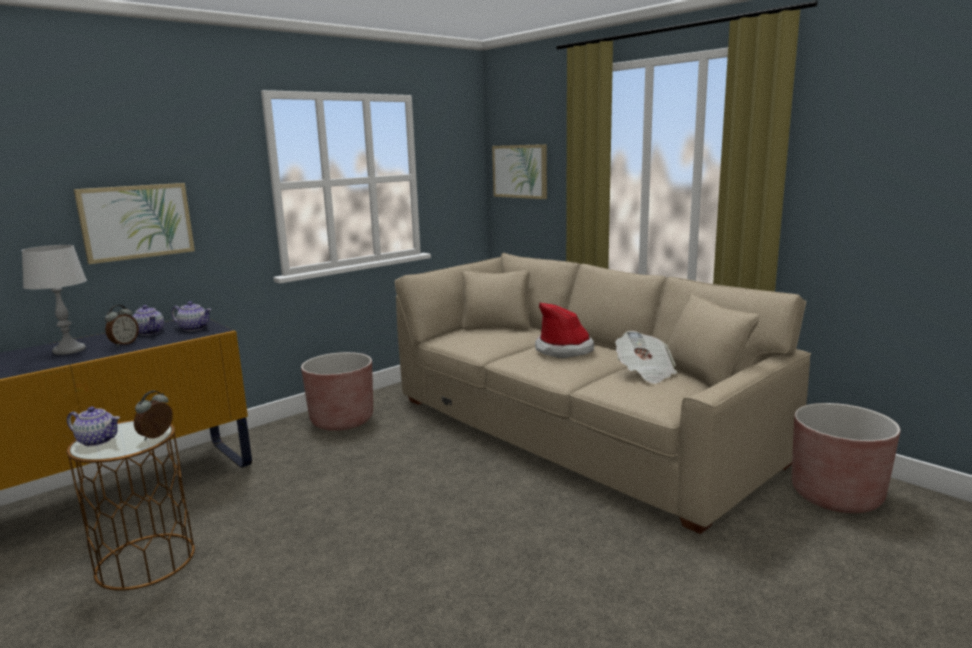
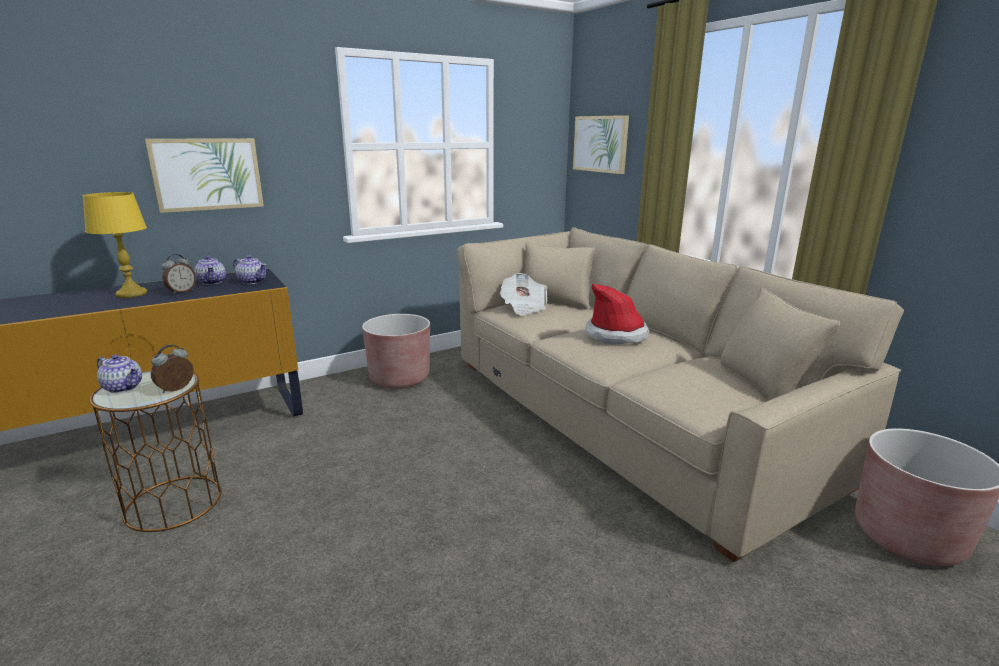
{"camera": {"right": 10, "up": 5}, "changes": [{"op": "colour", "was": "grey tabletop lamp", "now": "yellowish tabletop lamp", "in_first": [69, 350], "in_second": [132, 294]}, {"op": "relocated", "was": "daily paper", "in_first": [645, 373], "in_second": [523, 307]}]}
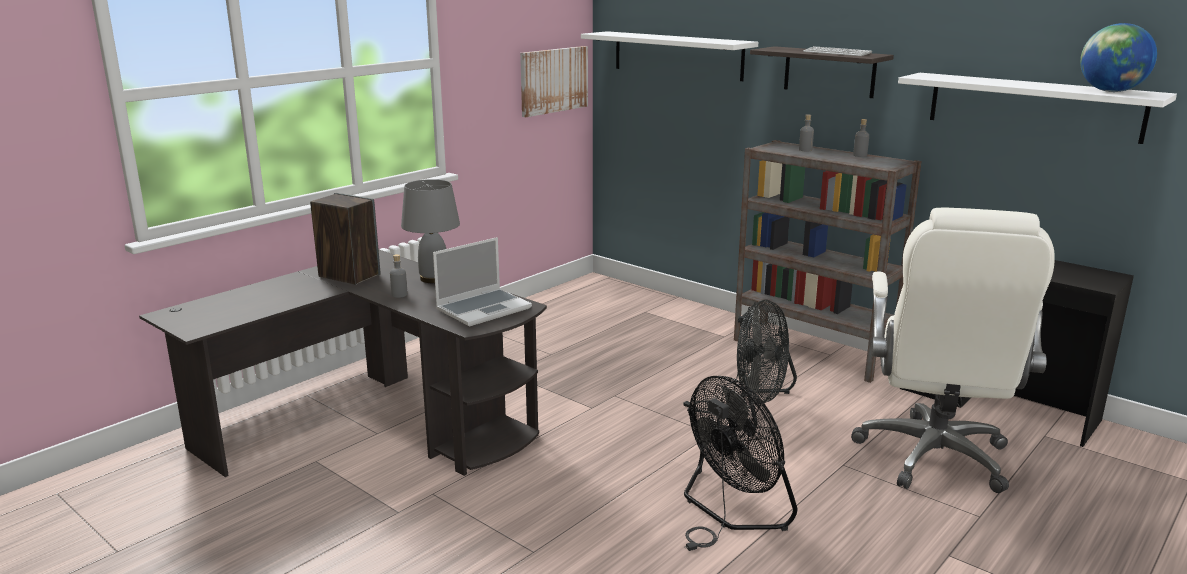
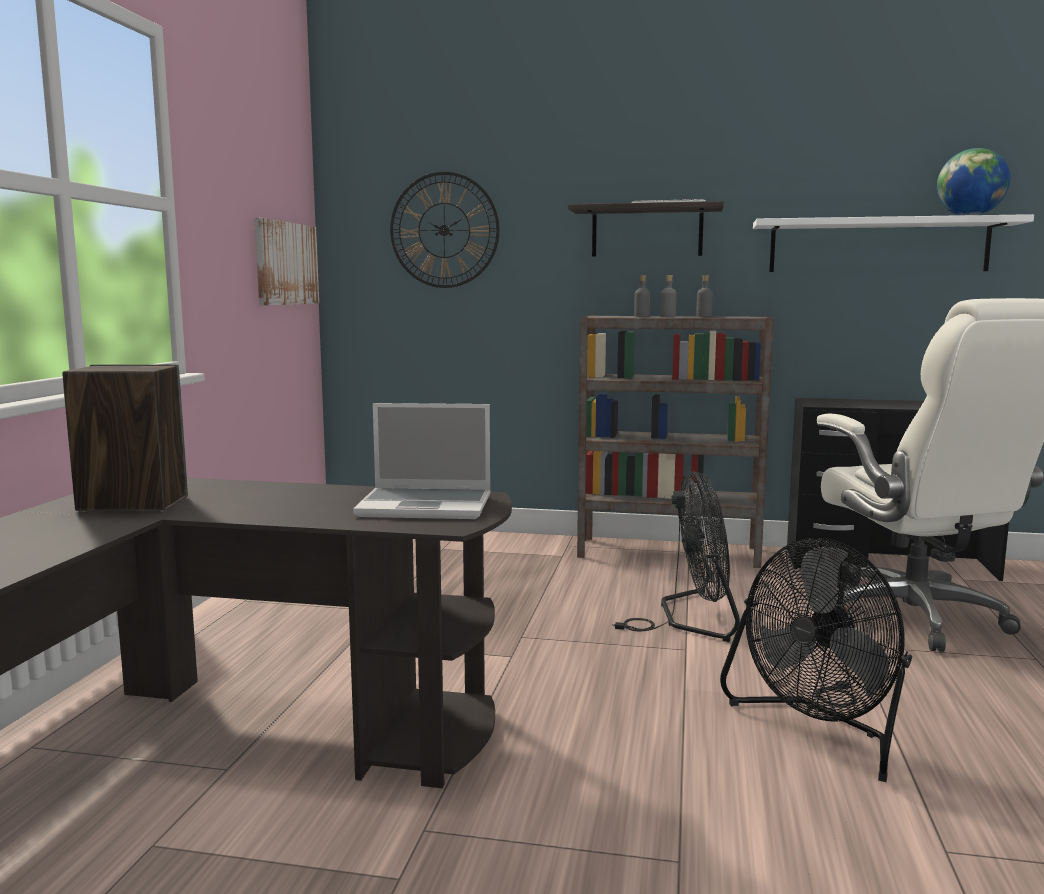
{"camera": {"right": -30, "up": -10}, "changes": [{"op": "spun", "was": "portable computer", "in_first": [484, 308], "in_second": [427, 506], "clockwise": 75}, {"op": "exchanged", "was": "white bracket shelf", "now": "clock on the wall", "in_first": [677, 55], "in_second": [444, 230]}, {"op": "relocated", "was": "grey drink bottle", "in_first": [399, 294], "in_second": [668, 316]}, {"op": "spun", "was": "black electric fan", "in_first": [723, 510], "in_second": [819, 726], "clockwise": -150}, {"op": "missing", "was": "grey tabletop lamp", "in_first": [433, 278]}]}
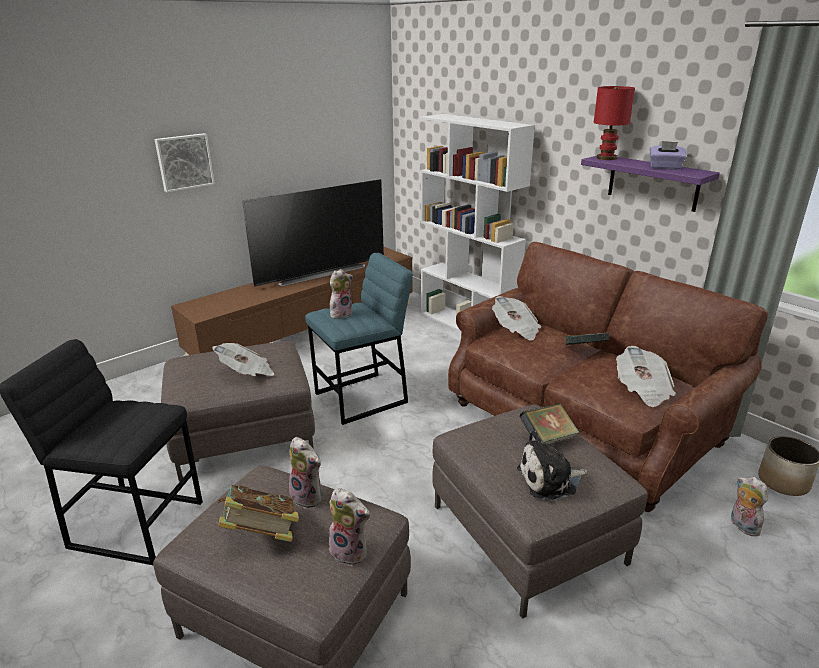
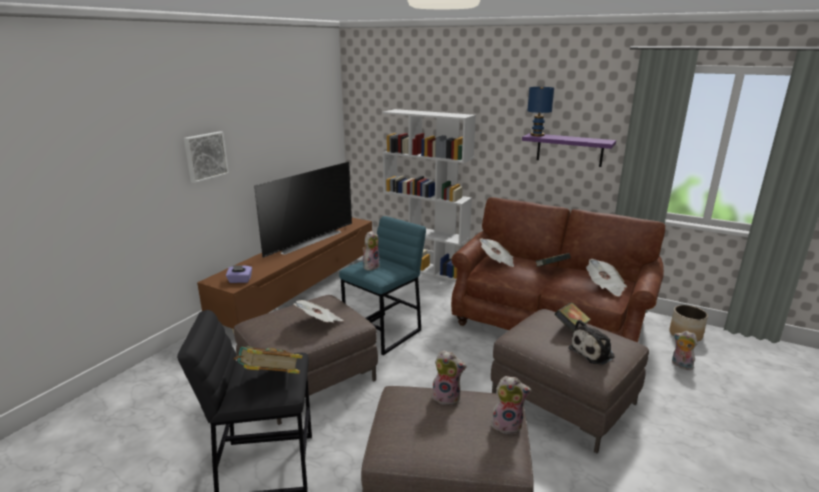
{"camera": {"right": -20, "up": -5}, "changes": [{"op": "relocated", "was": "purplish tissue box", "in_first": [665, 167], "in_second": [240, 280]}, {"op": "relocated", "was": "book", "in_first": [261, 535], "in_second": [270, 379]}, {"op": "colour", "was": "red tabletop lamp", "now": "bluish tabletop lamp", "in_first": [606, 158], "in_second": [537, 135]}]}
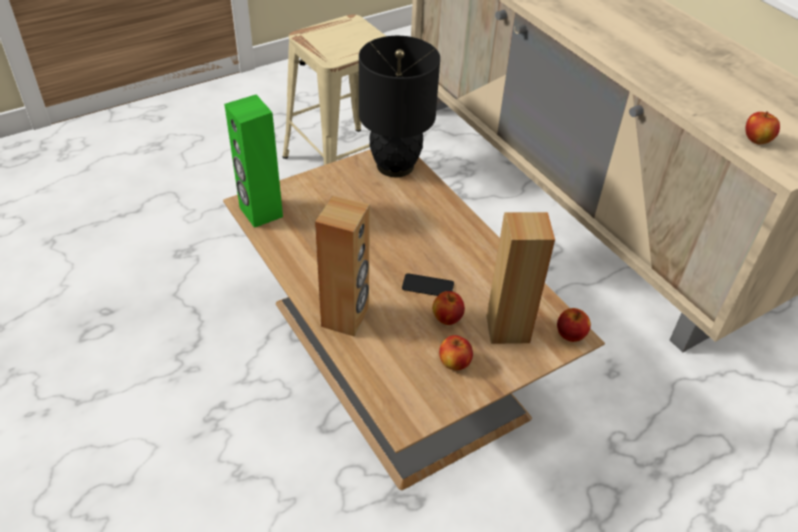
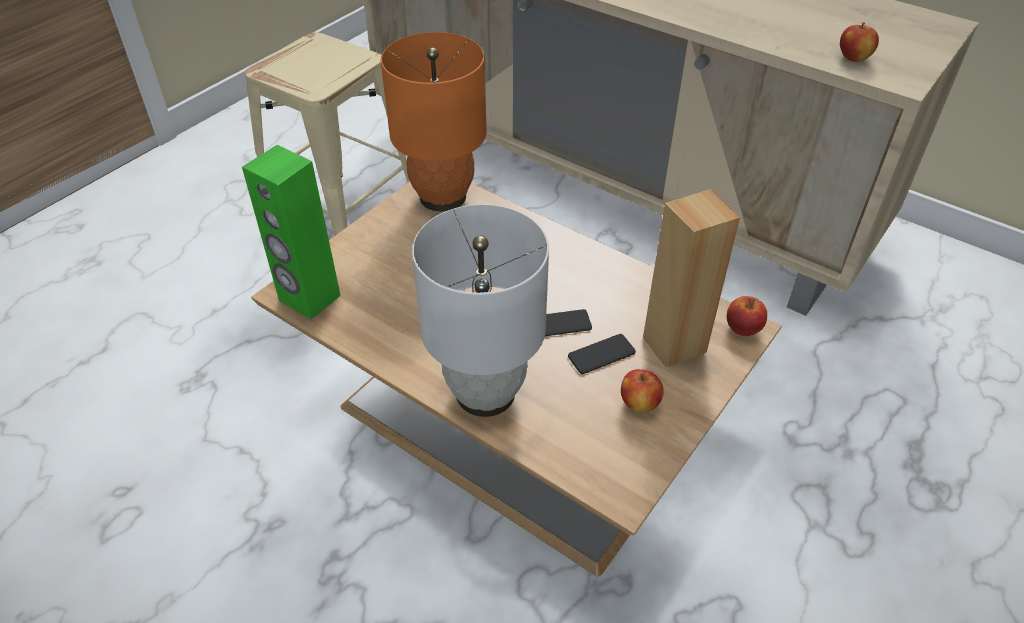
{"camera": {"right": -20, "up": 0}, "changes": [{"op": "colour", "was": "black tabletop lamp", "now": "orangey tabletop lamp", "in_first": [395, 165], "in_second": [442, 197]}, {"op": "exchanged", "was": "brown loudspeaker", "now": "white tabletop lamp", "in_first": [346, 317], "in_second": [485, 393]}, {"op": "exchanged", "was": "apple fruit", "now": "handset", "in_first": [447, 318], "in_second": [601, 354]}]}
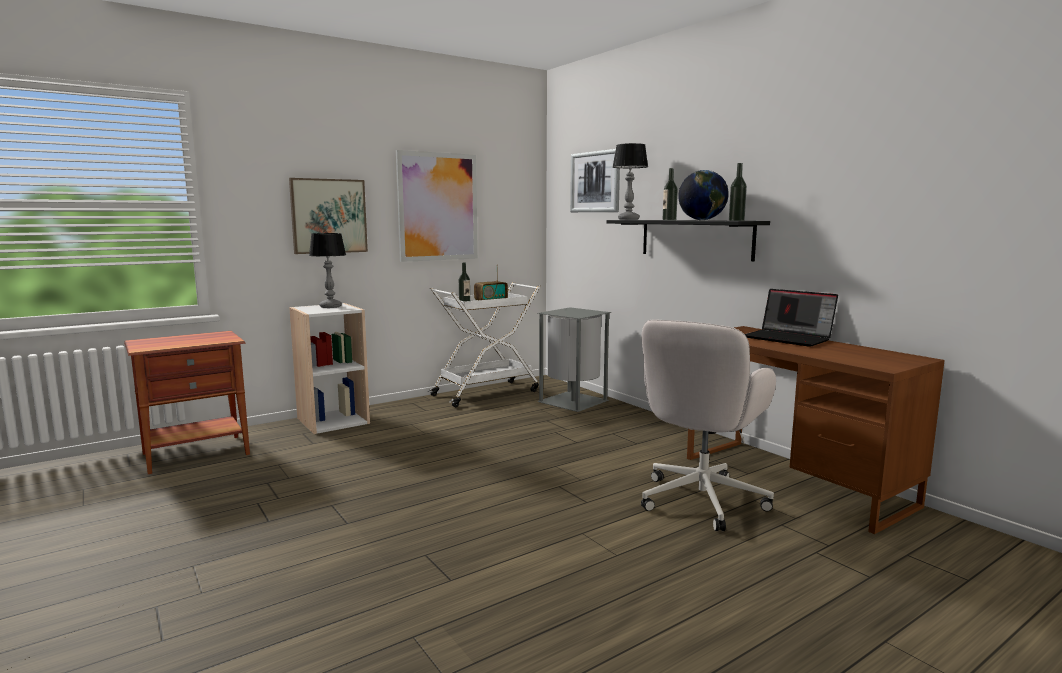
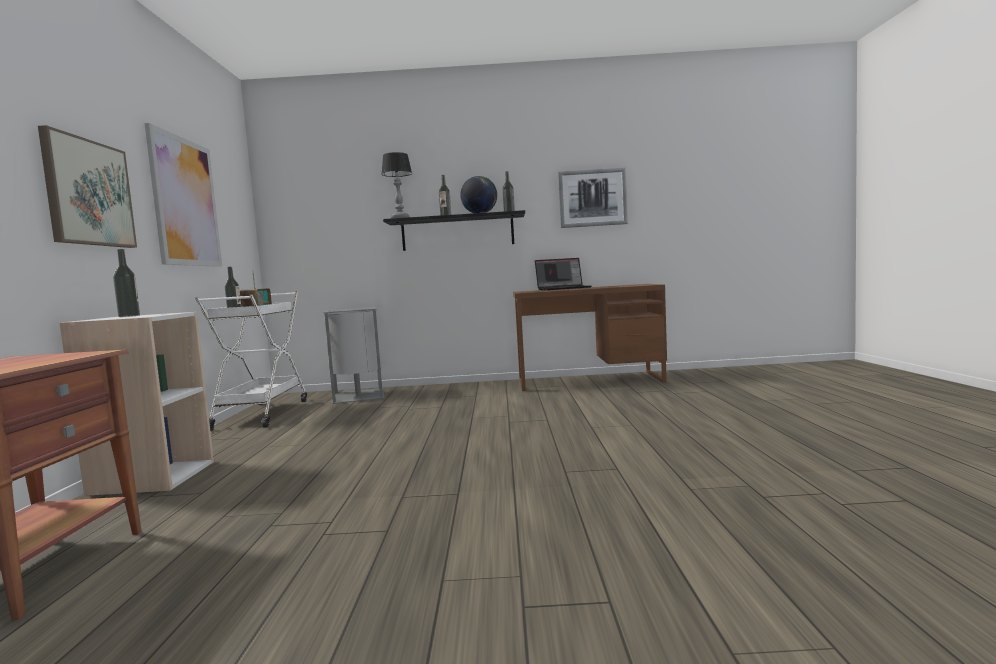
{"camera": {"right": -55, "up": -5}, "changes": [{"op": "exchanged", "was": "tabletop lamp", "now": "drink bottle", "in_first": [330, 306], "in_second": [129, 316]}, {"op": "relocated", "was": "picture", "in_first": [595, 182], "in_second": [592, 198]}, {"op": "missing", "was": "white office chair", "in_first": [701, 500]}]}
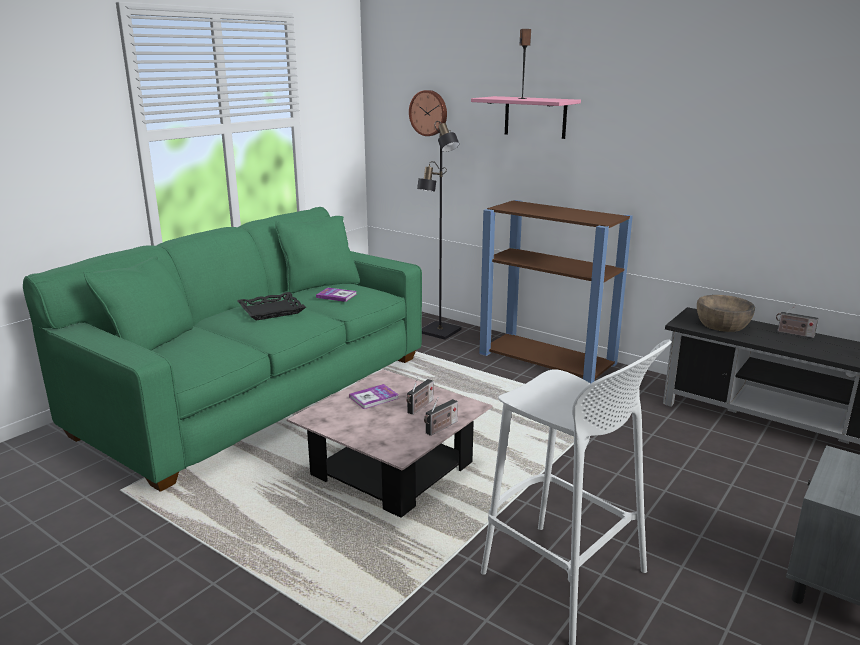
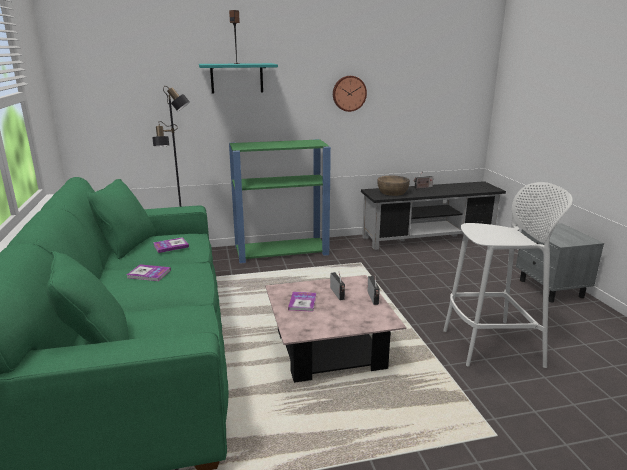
{"camera": {"right": -50, "up": 0}, "changes": [{"op": "exchanged", "was": "black serving tray", "now": "book", "in_first": [271, 311], "in_second": [149, 274]}, {"op": "colour", "was": "pink-coloured bracket shelf", "now": "turquoise bracket shelf", "in_first": [535, 117], "in_second": [237, 78]}, {"op": "colour", "was": "brown shelving unit", "now": "greenish shelving unit", "in_first": [547, 359], "in_second": [282, 250]}, {"op": "relocated", "was": "clock on the wall", "in_first": [429, 113], "in_second": [349, 93]}]}
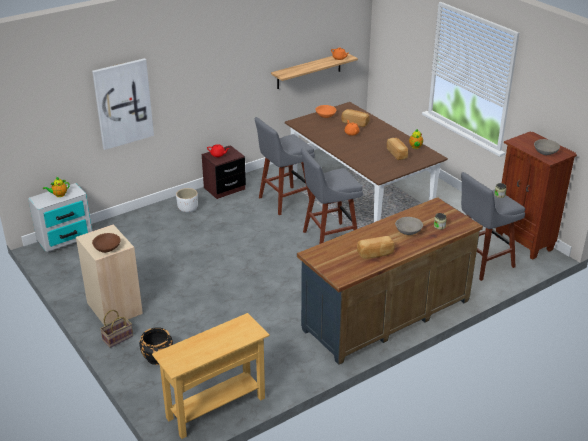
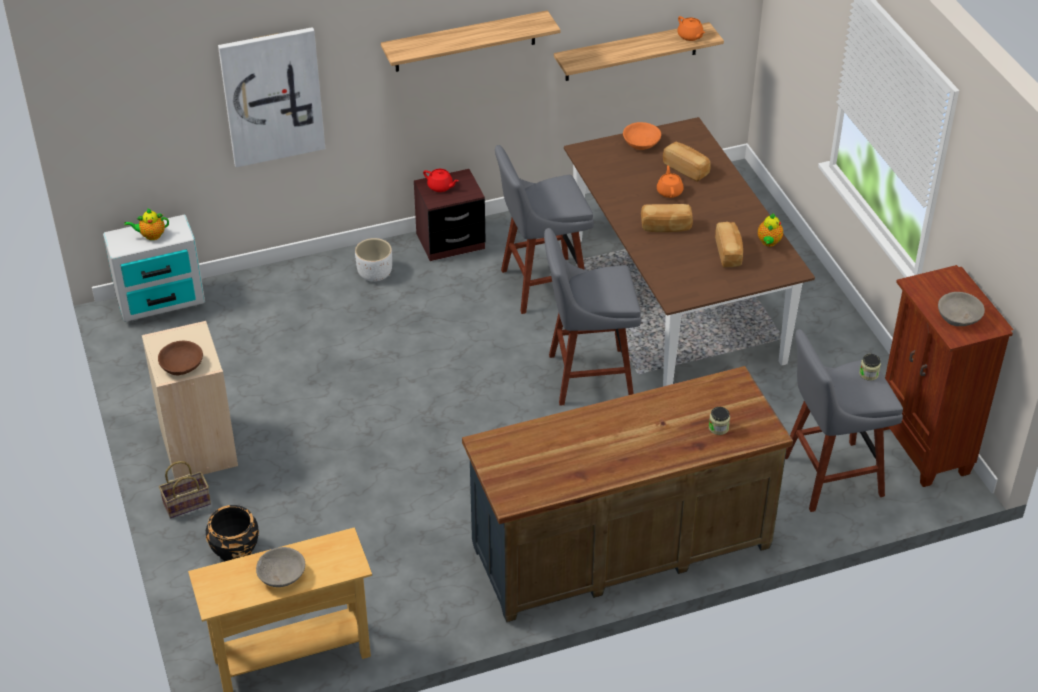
{"camera": {"right": 15, "up": 10}, "changes": [{"op": "relocated", "was": "grey deep dish", "in_first": [408, 230], "in_second": [281, 575]}, {"op": "appeared", "now": "bracket shelf", "in_second": [465, 41]}, {"op": "relocated", "was": "baked bread", "in_first": [375, 254], "in_second": [666, 227]}]}
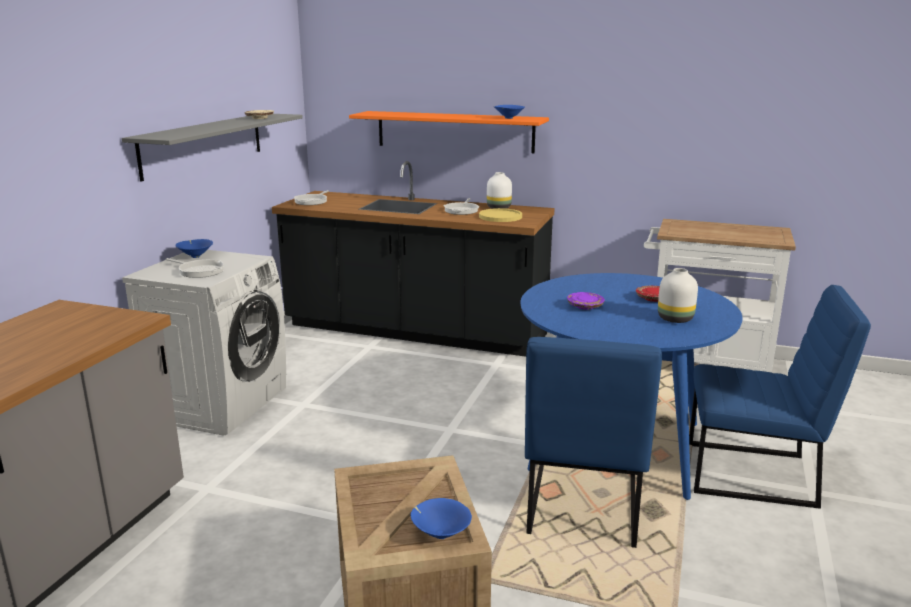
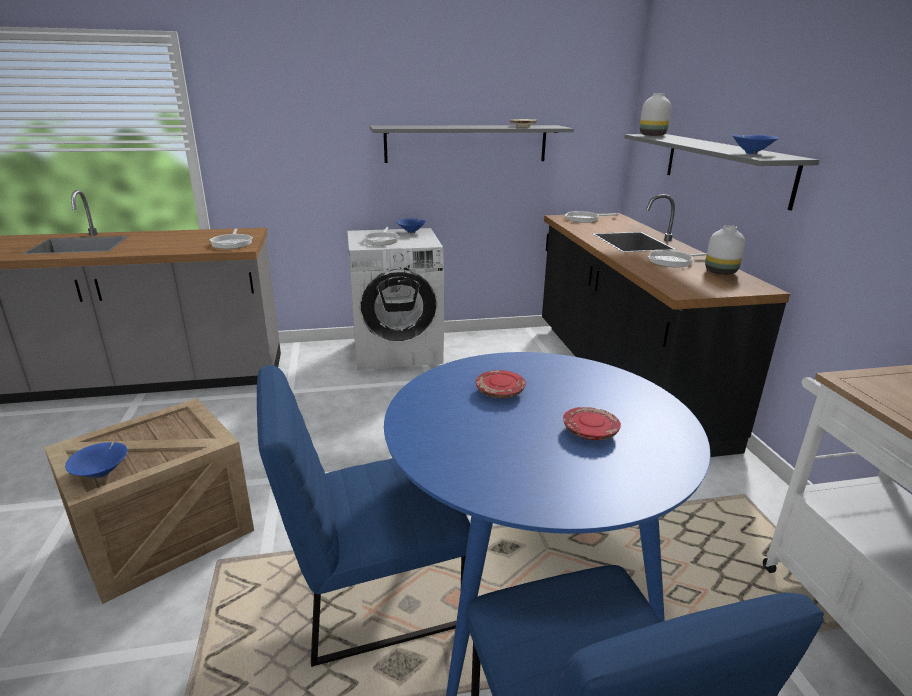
{"camera": {"right": 60, "up": 5}, "changes": [{"op": "appeared", "now": "pan", "in_second": [232, 243]}, {"op": "colour", "was": "purplish dinner plate", "now": "red dinner plate", "in_first": [585, 306], "in_second": [500, 392]}, {"op": "colour", "was": "orangey bracket shelf", "now": "grey bracket shelf", "in_first": [454, 131], "in_second": [724, 167]}, {"op": "relocated", "was": "white decorative vase", "in_first": [676, 319], "in_second": [652, 135]}, {"op": "missing", "was": "yellowish dinner plate", "in_first": [500, 216]}]}
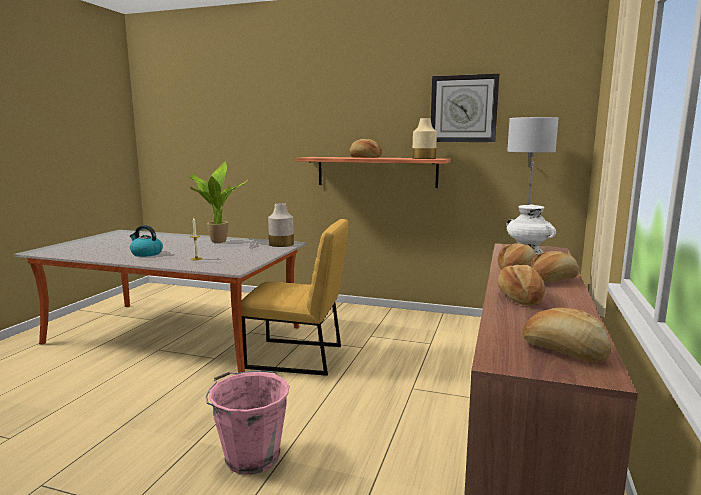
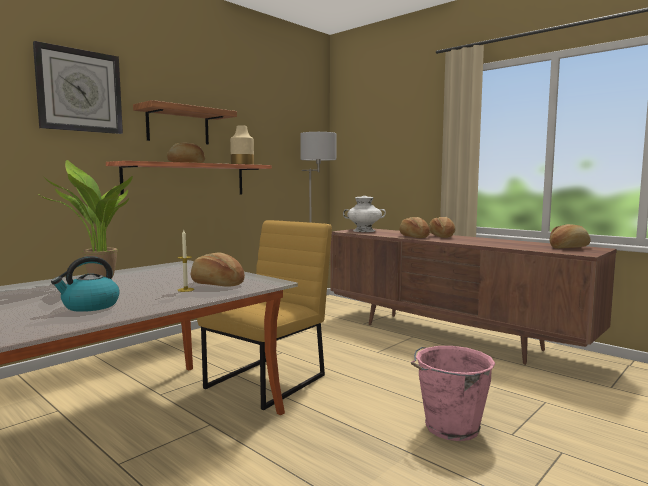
{"camera": {"right": -65, "up": -5}, "changes": [{"op": "relocated", "was": "clock on the wall", "in_first": [463, 109], "in_second": [79, 91]}, {"op": "appeared", "now": "bracket shelf", "in_second": [178, 126]}, {"op": "relocated", "was": "baked bread", "in_first": [520, 298], "in_second": [217, 284]}, {"op": "missing", "was": "beige decorative vase", "in_first": [281, 244]}]}
